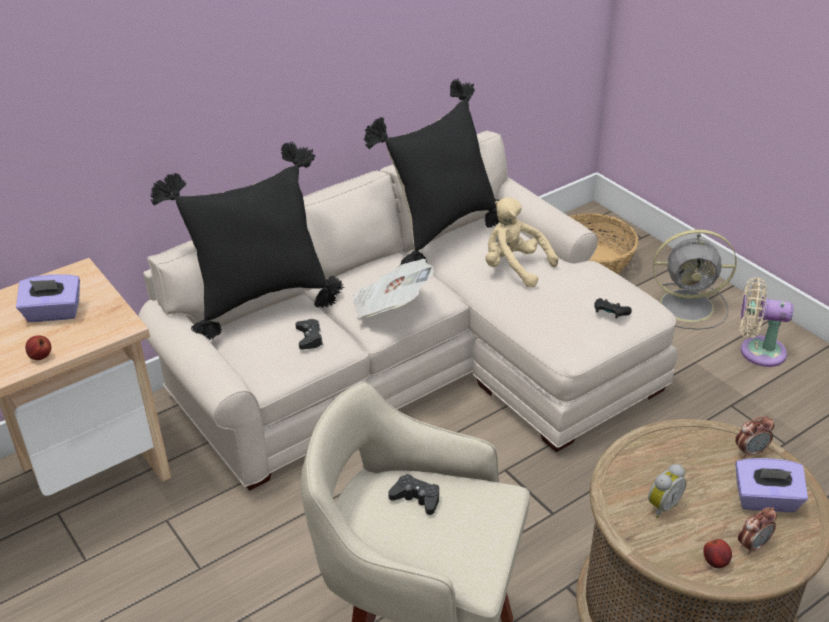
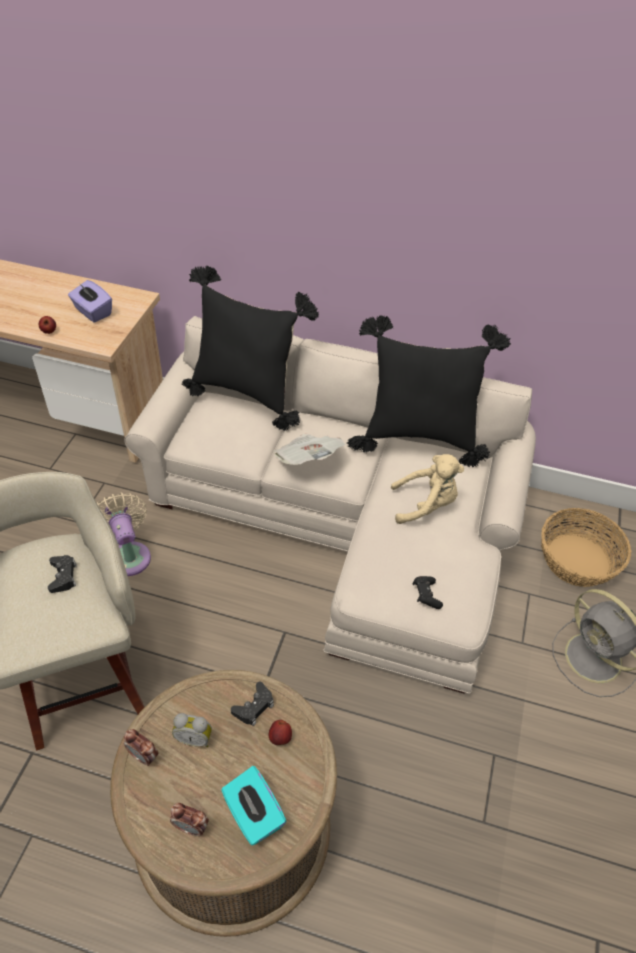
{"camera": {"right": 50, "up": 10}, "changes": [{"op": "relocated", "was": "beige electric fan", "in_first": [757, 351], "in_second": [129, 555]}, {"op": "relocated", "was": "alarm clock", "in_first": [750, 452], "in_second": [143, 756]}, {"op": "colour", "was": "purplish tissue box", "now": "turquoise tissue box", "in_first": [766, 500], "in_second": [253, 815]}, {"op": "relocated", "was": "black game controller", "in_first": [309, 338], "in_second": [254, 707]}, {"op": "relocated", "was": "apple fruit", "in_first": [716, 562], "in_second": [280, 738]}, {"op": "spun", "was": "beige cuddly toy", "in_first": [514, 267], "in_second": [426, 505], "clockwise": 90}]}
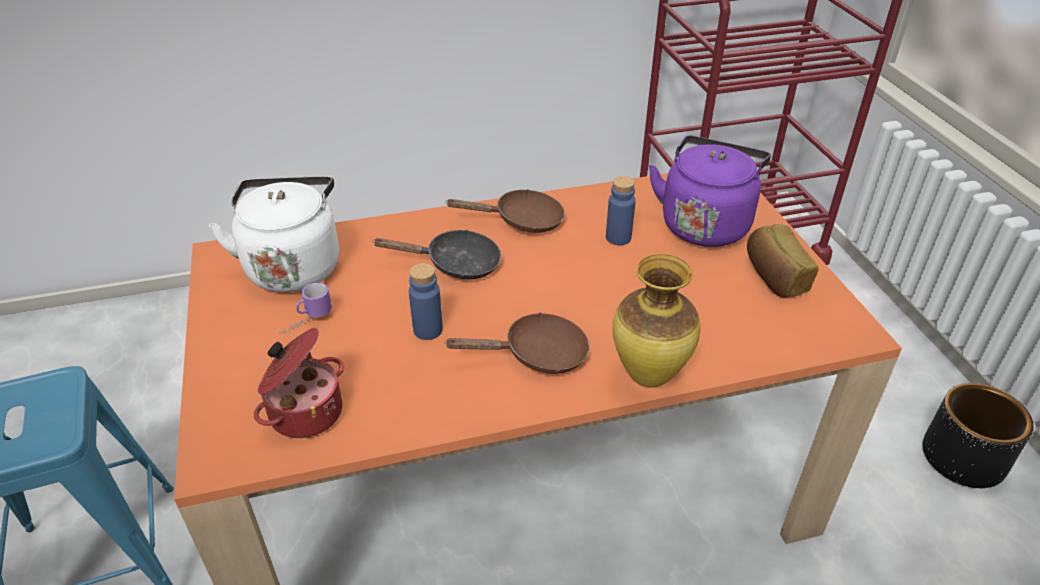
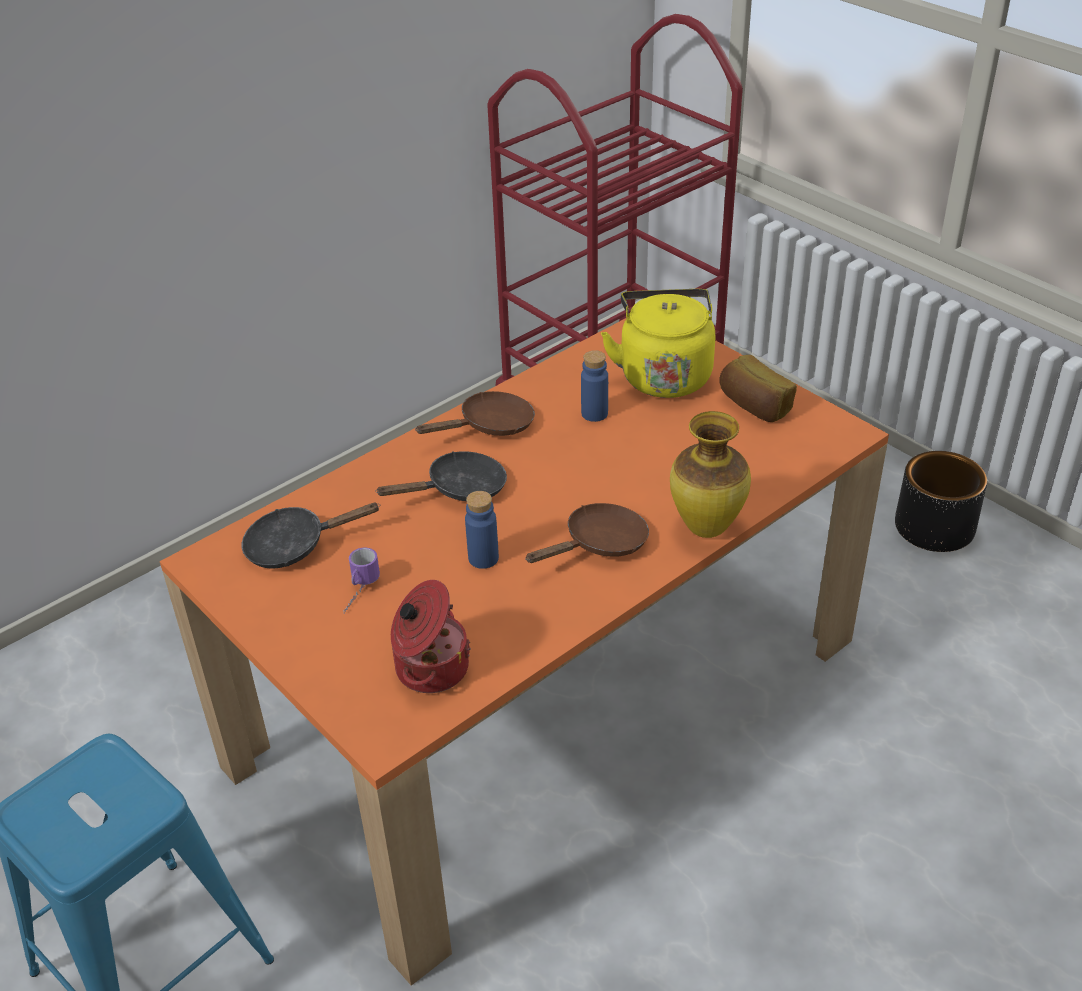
{"camera": {"right": -25, "up": 0}, "changes": [{"op": "exchanged", "was": "white water kettle", "now": "black pan", "in_first": [293, 265], "in_second": [294, 545]}, {"op": "colour", "was": "purplish water kettle", "now": "yellowish water kettle", "in_first": [705, 223], "in_second": [664, 375]}]}
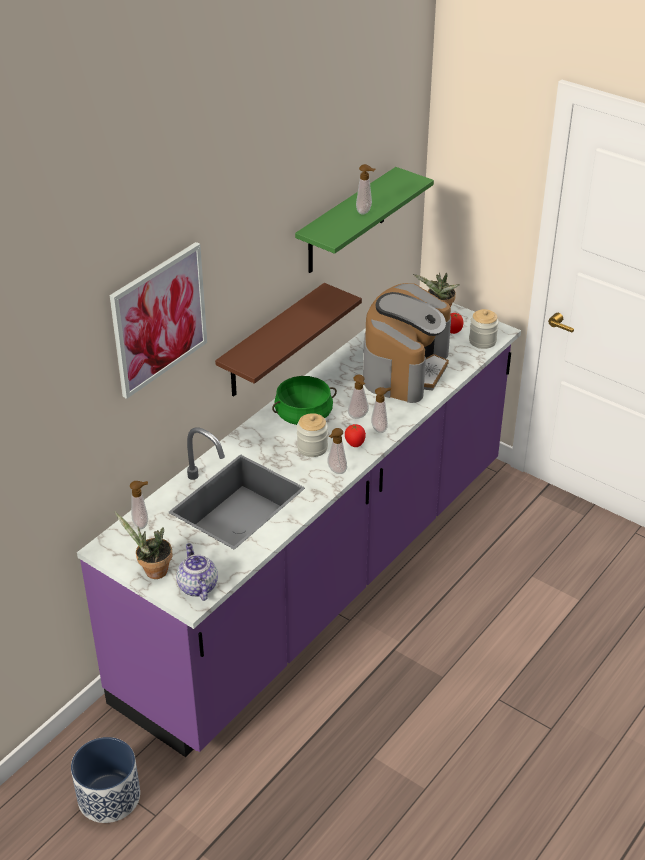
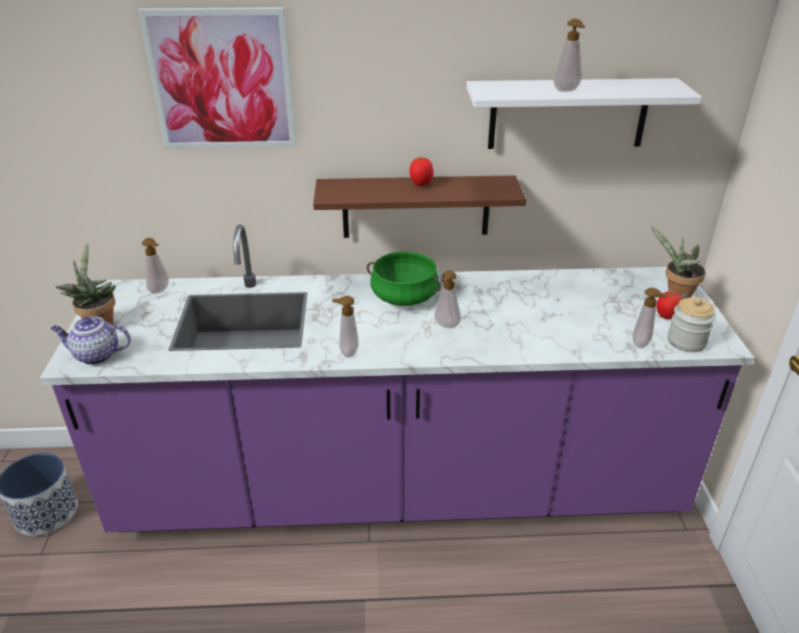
{"camera": {"right": 50, "up": -5}, "changes": [{"op": "spun", "was": "tea pot", "in_first": [197, 586], "in_second": [96, 355], "clockwise": -120}, {"op": "relocated", "was": "fresh tomato", "in_first": [355, 444], "in_second": [421, 184]}, {"op": "colour", "was": "greenish bracket shelf", "now": "white bracket shelf", "in_first": [346, 222], "in_second": [568, 114]}, {"op": "relocated", "was": "soap bottle", "in_first": [380, 428], "in_second": [642, 344]}, {"op": "missing", "was": "jar", "in_first": [312, 448]}, {"op": "missing", "was": "coffee brewer", "in_first": [404, 368]}]}
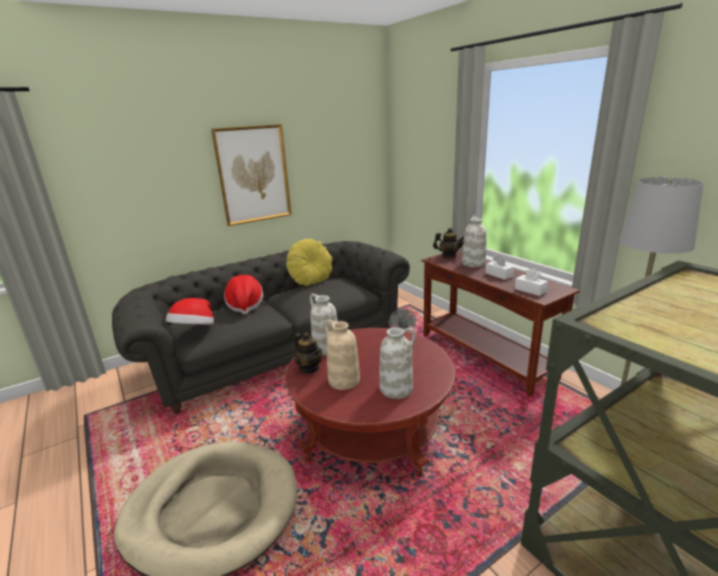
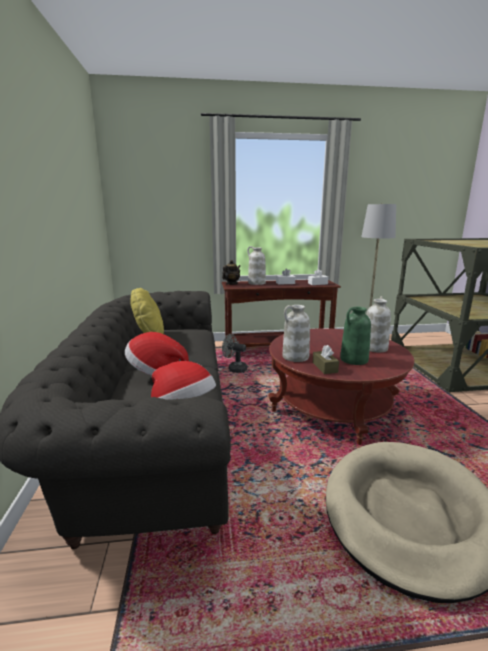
{"camera": {"right": -65, "up": -5}, "changes": [{"op": "exchanged", "was": "tea pot", "now": "brown tissue box", "in_first": [309, 368], "in_second": [324, 367]}, {"op": "colour", "was": "beige decorative vase", "now": "greenish decorative vase", "in_first": [343, 380], "in_second": [354, 360]}, {"op": "missing", "was": "picture", "in_first": [253, 174]}]}
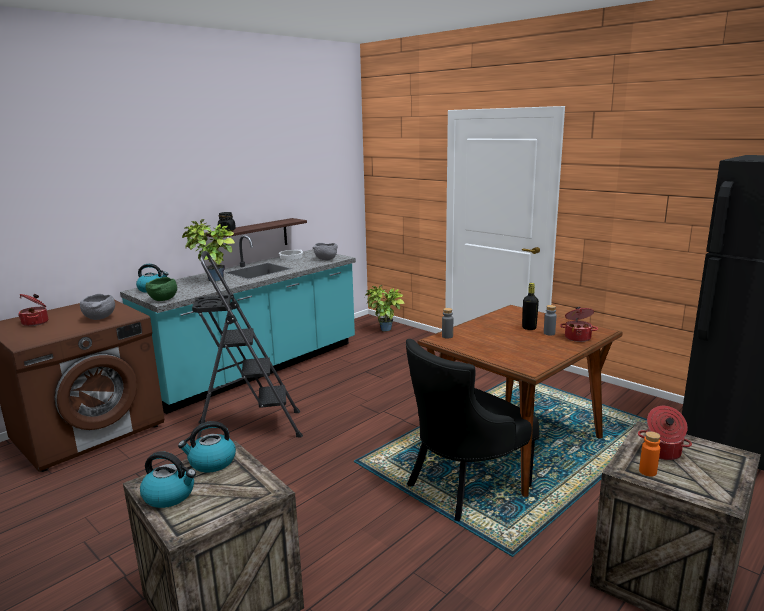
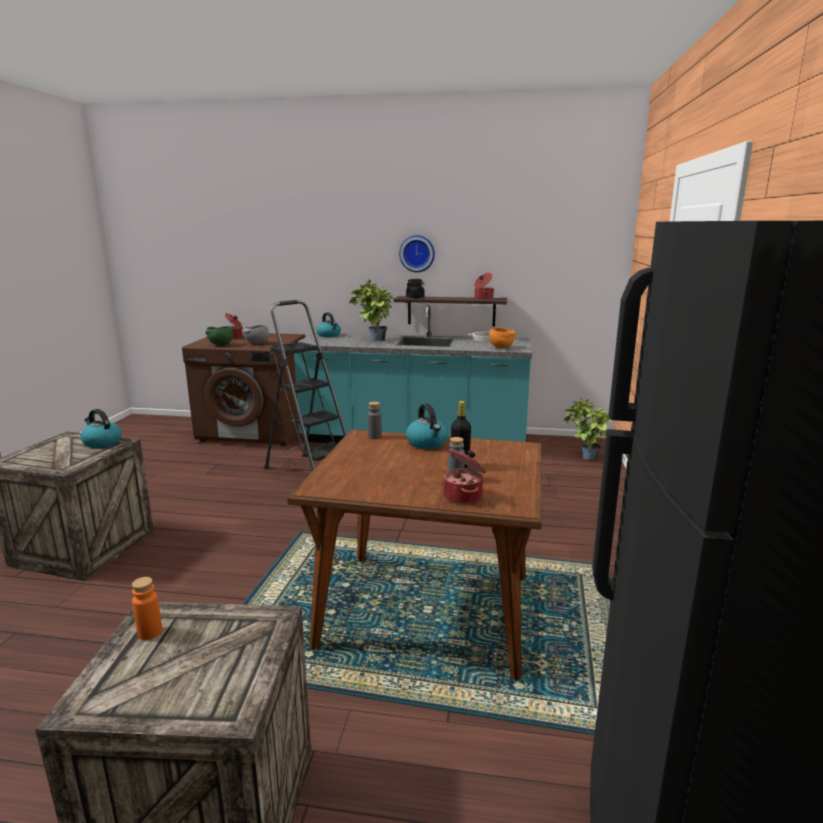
{"camera": {"right": 55, "up": 0}, "changes": [{"op": "relocated", "was": "greenish deep dish", "in_first": [163, 300], "in_second": [220, 345]}, {"op": "appeared", "now": "clock on the wall", "in_second": [417, 253]}, {"op": "relocated", "was": "water kettle", "in_first": [170, 495], "in_second": [427, 443]}, {"op": "relocated", "was": "saucepot", "in_first": [662, 452], "in_second": [483, 298]}, {"op": "colour", "was": "grey deep dish", "now": "orangey deep dish", "in_first": [325, 260], "in_second": [500, 347]}, {"op": "missing", "was": "black plain chair", "in_first": [467, 483]}]}
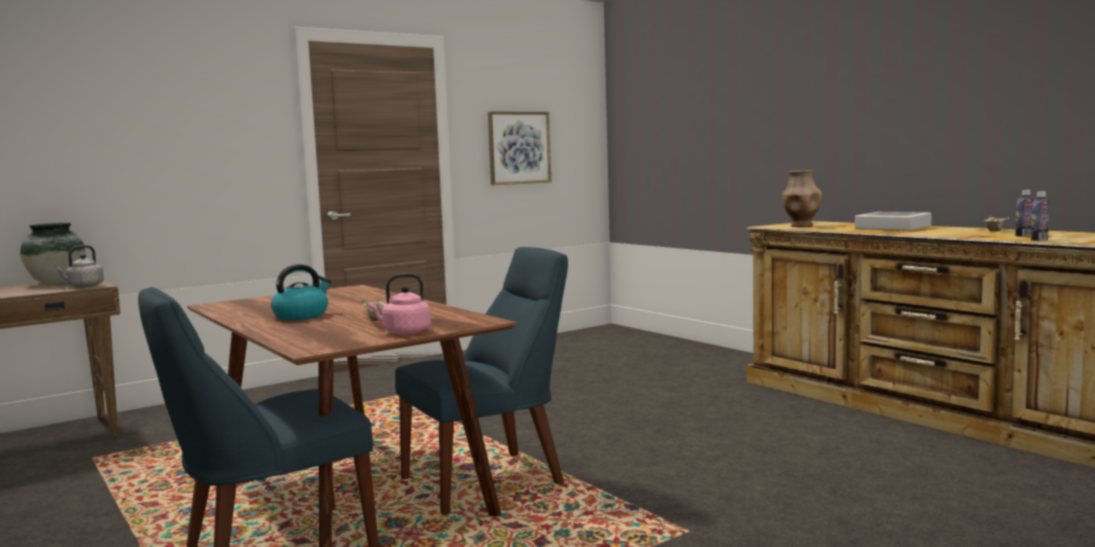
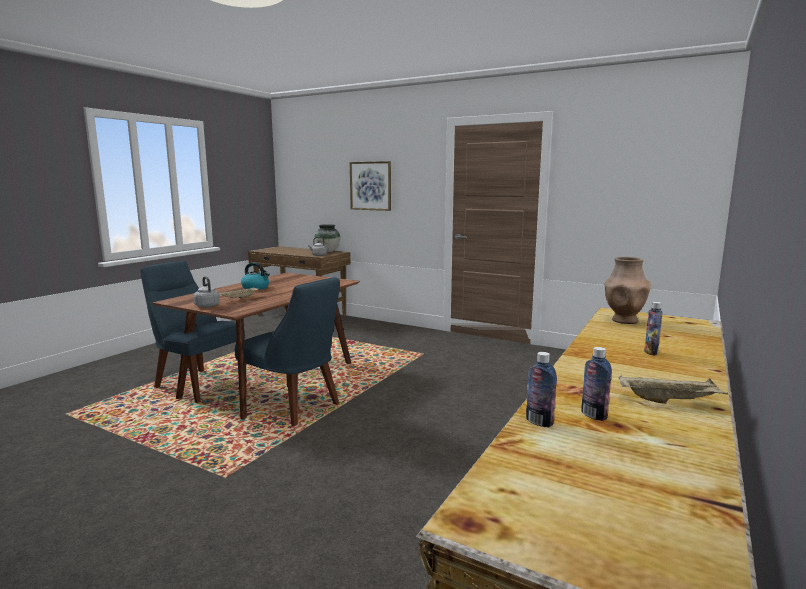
{"camera": {"right": 65, "up": 5}, "changes": [{"op": "colour", "was": "pink-coloured water kettle", "now": "grey water kettle", "in_first": [404, 332], "in_second": [206, 306]}, {"op": "relocated", "was": "picture", "in_first": [519, 148], "in_second": [370, 186]}, {"op": "exchanged", "was": "grey serving tray", "now": "drink bottle", "in_first": [893, 227], "in_second": [651, 352]}]}
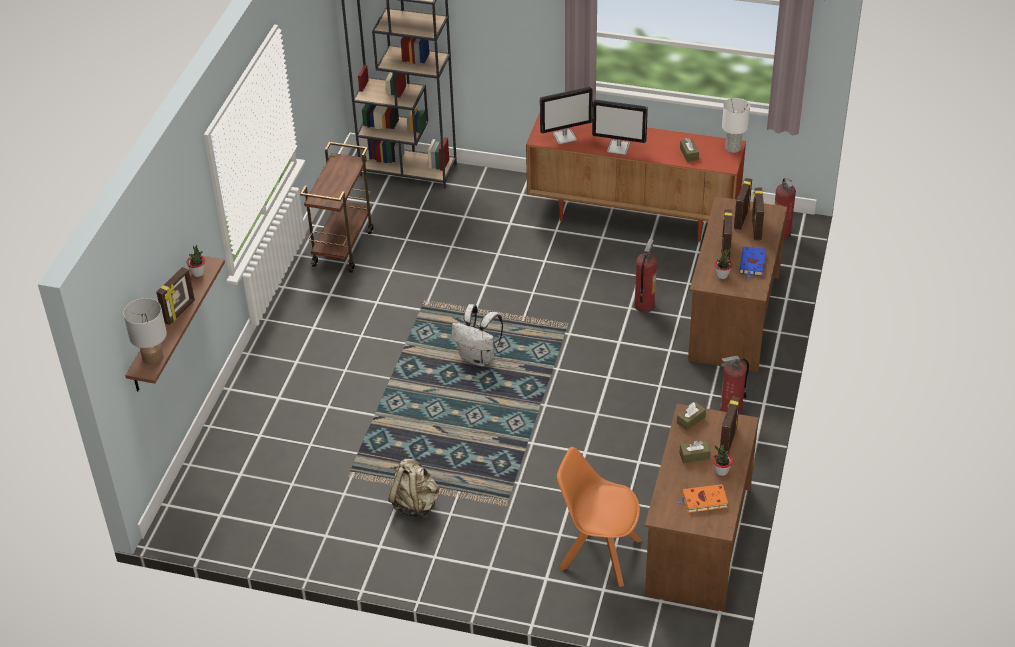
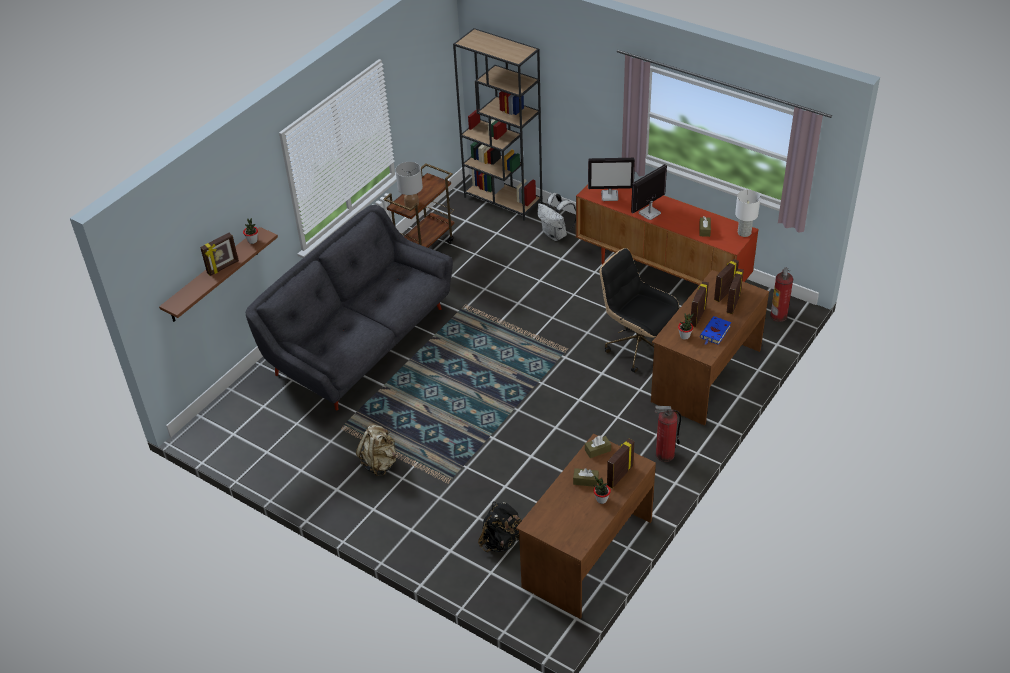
{"camera": {"right": 20, "up": 0}, "changes": [{"op": "appeared", "now": "grey couch", "in_second": [360, 342]}, {"op": "relocated", "was": "grey tabletop lamp", "in_first": [153, 357], "in_second": [411, 204]}, {"op": "exchanged", "was": "orangey plain chair", "now": "black knapsack", "in_first": [598, 553], "in_second": [501, 541]}, {"op": "relocated", "was": "white knapsack", "in_first": [479, 357], "in_second": [556, 235]}, {"op": "exchanged", "was": "fire-fighting cylinder", "now": "black office chair", "in_first": [644, 305], "in_second": [636, 348]}, {"op": "spun", "was": "monitor", "in_first": [619, 148], "in_second": [649, 213], "clockwise": 105}, {"op": "missing", "was": "orangey book", "in_first": [703, 500]}]}
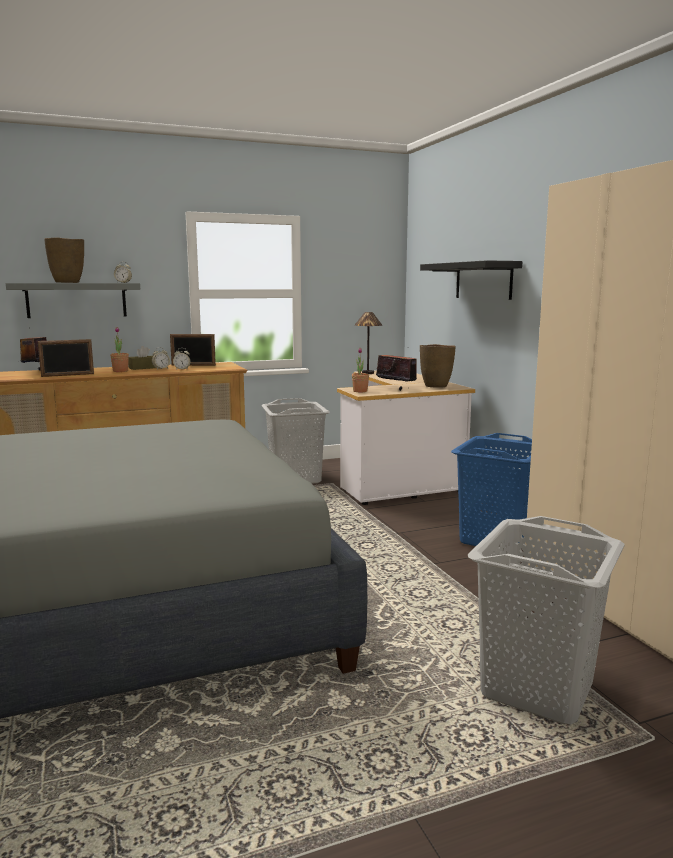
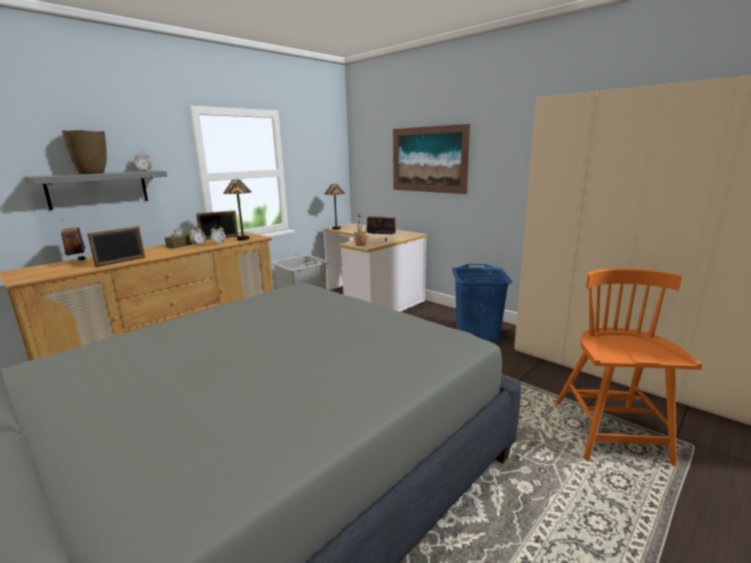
{"camera": {"right": -25, "up": 5}, "changes": [{"op": "appeared", "now": "tabletop lamp", "in_second": [242, 239]}, {"op": "exchanged", "was": "black bracket shelf", "now": "picture", "in_first": [483, 280], "in_second": [428, 159]}, {"op": "exchanged", "was": "grey laundry basket", "now": "orangey plain chair", "in_first": [538, 688], "in_second": [610, 432]}, {"op": "missing", "was": "plant in a pot", "in_first": [120, 371]}, {"op": "missing", "was": "brown decorative vase", "in_first": [435, 386]}]}
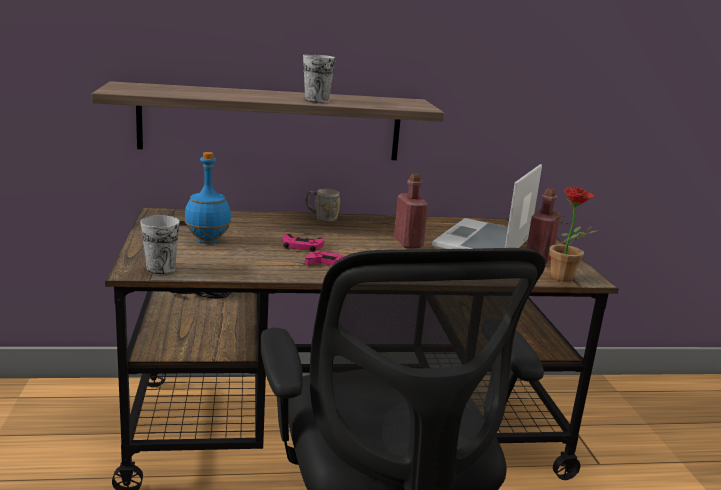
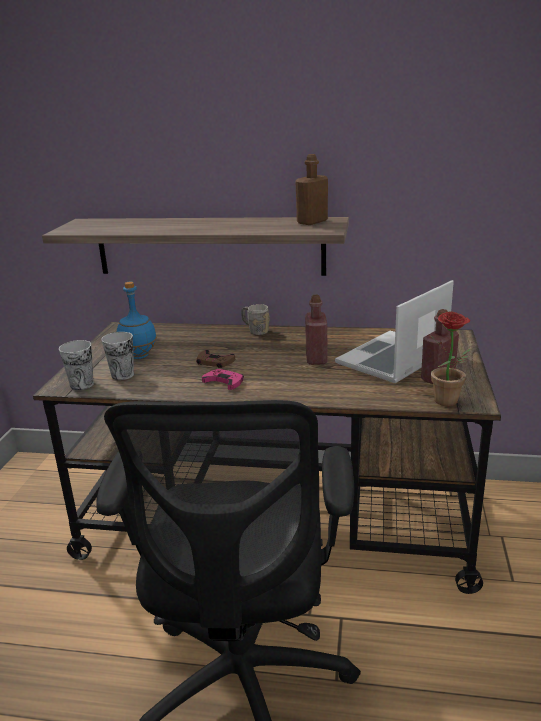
{"camera": {"right": 20, "up": 5}, "changes": [{"op": "relocated", "was": "small cup", "in_first": [316, 101], "in_second": [122, 375]}, {"op": "colour", "was": "pink-coloured game controller", "now": "brown game controller", "in_first": [302, 246], "in_second": [214, 362]}, {"op": "appeared", "now": "brown drink bottle", "in_second": [312, 222]}]}
